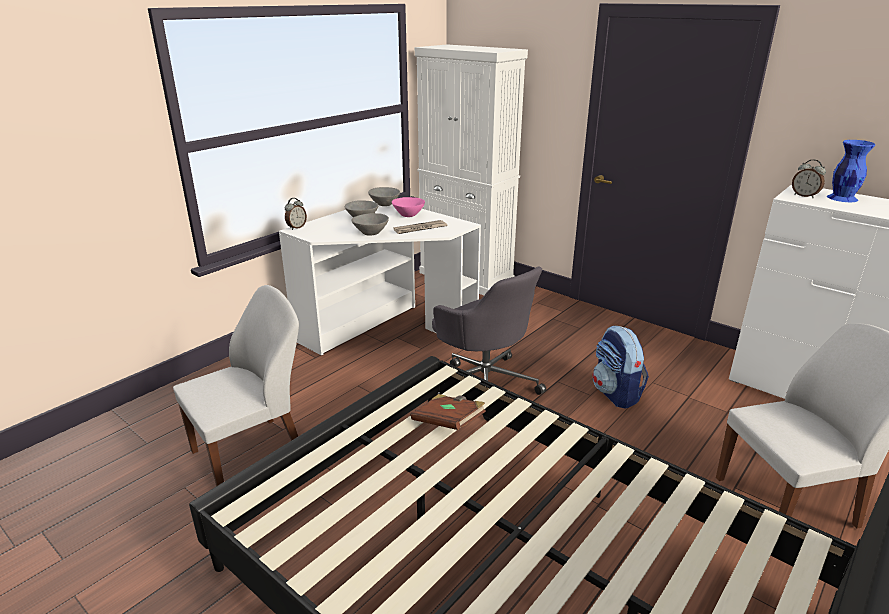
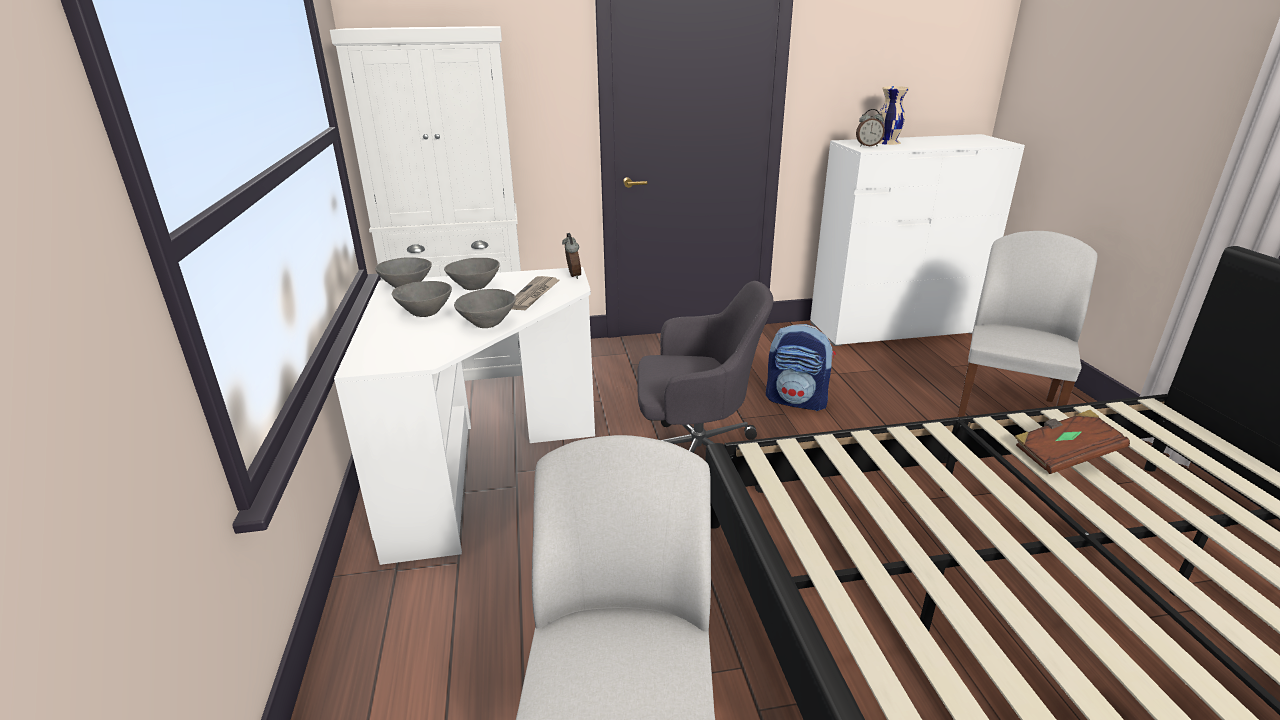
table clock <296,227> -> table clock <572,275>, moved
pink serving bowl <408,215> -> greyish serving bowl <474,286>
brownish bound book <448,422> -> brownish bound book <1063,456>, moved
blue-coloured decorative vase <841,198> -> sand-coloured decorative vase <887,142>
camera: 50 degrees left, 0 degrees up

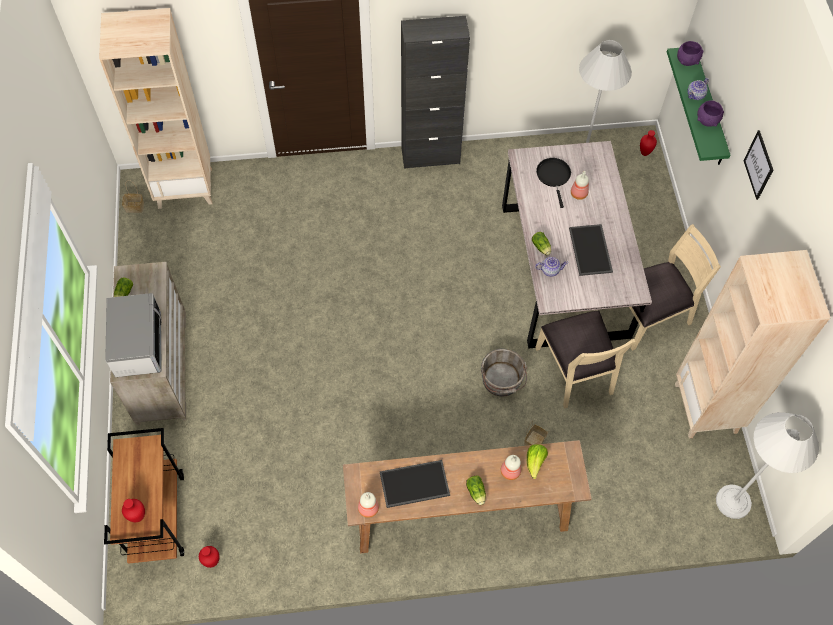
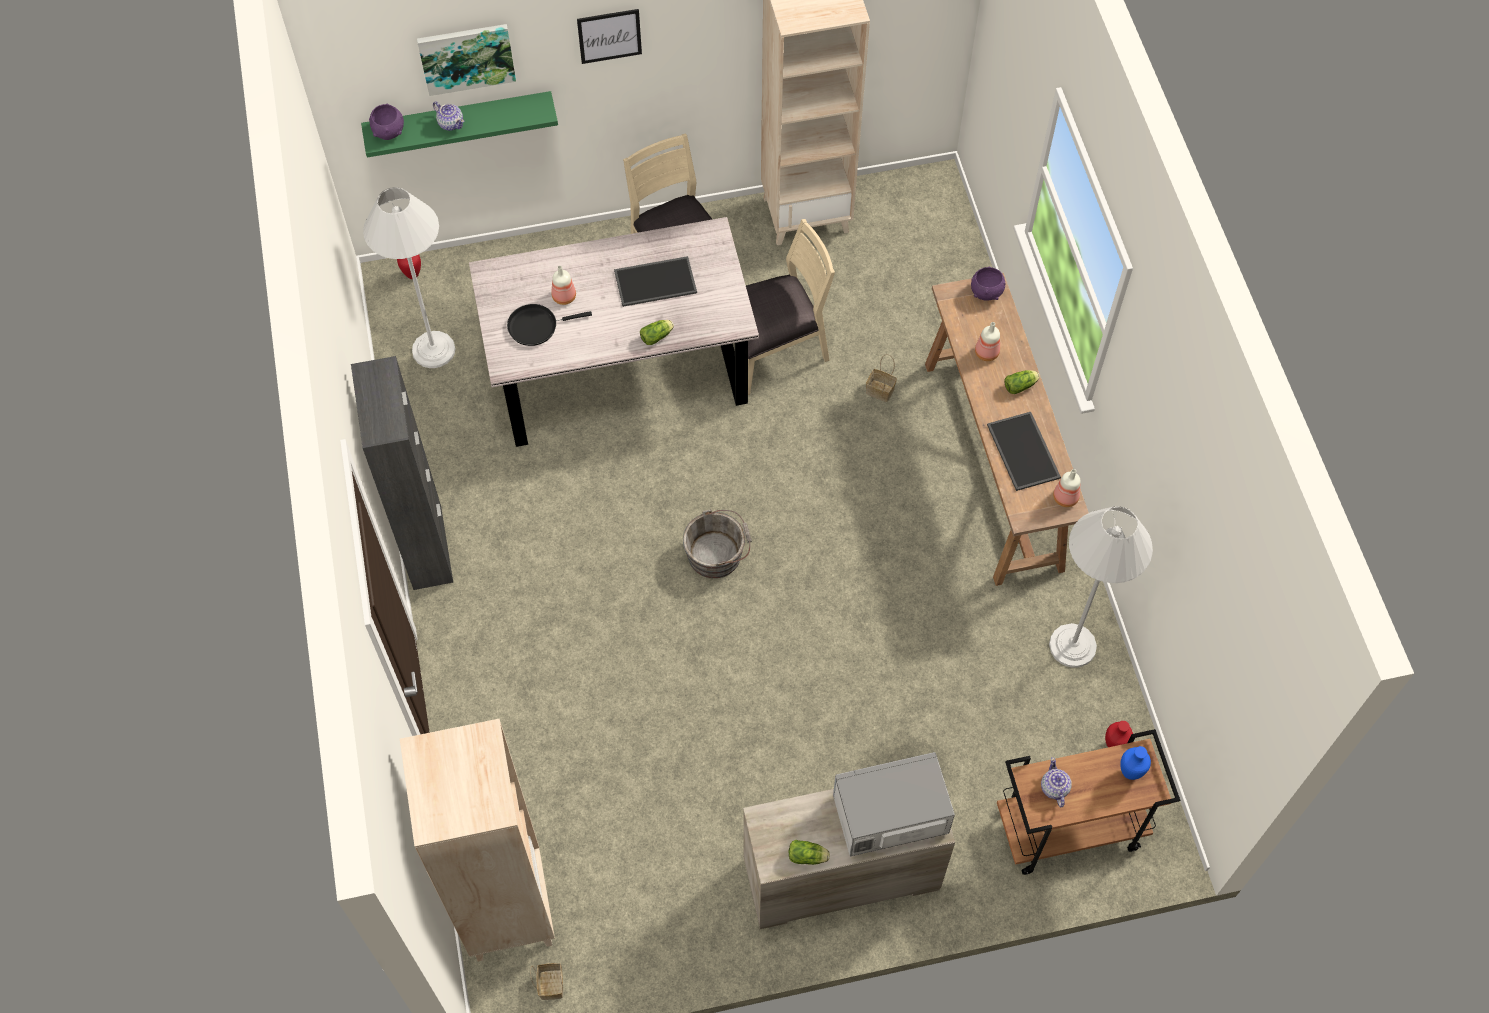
reddish decorative vase <139,517> -> blue-coloured decorative vase <1129,772>
greyish water bucket <502,381> -> greyish water bucket <718,554>, moved
lettuce head <535,462> -> none
pot for tea <549,270> -> pot for tea <1054,788>, moved
purple serving bowl <707,120> -> purple serving bowl <986,293>, moved
white-coloured floor lamp <733,501> -> white-coloured floor lamp <1072,645>, moved
none -> wall picture <466,57>
camera: 95 degrees left, 0 degrees up

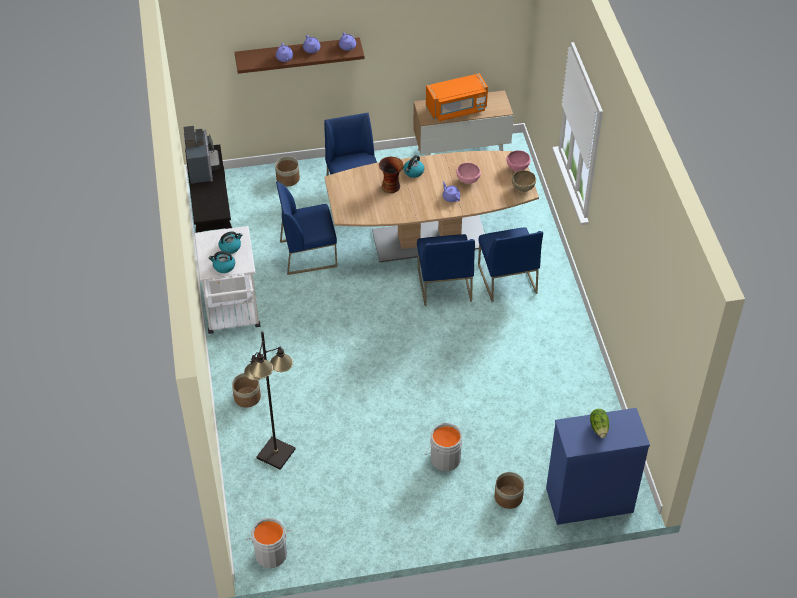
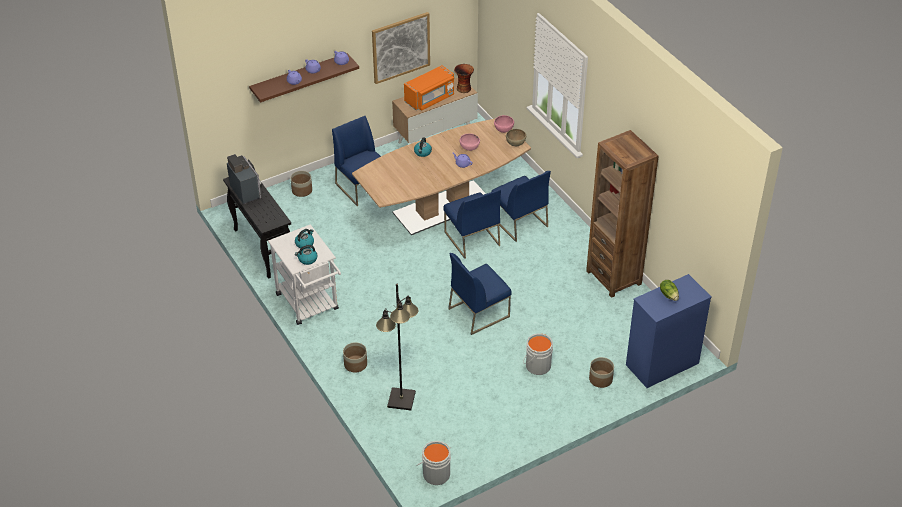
blue-coloured plain chair <308,253> -> blue-coloured plain chair <479,312>, moved
decorative vase <391,186> -> decorative vase <464,88>, moved
none -> wall picture <400,47>
none -> brownish bookcase <614,277>
camera: 20 degrees left, 5 degrees down

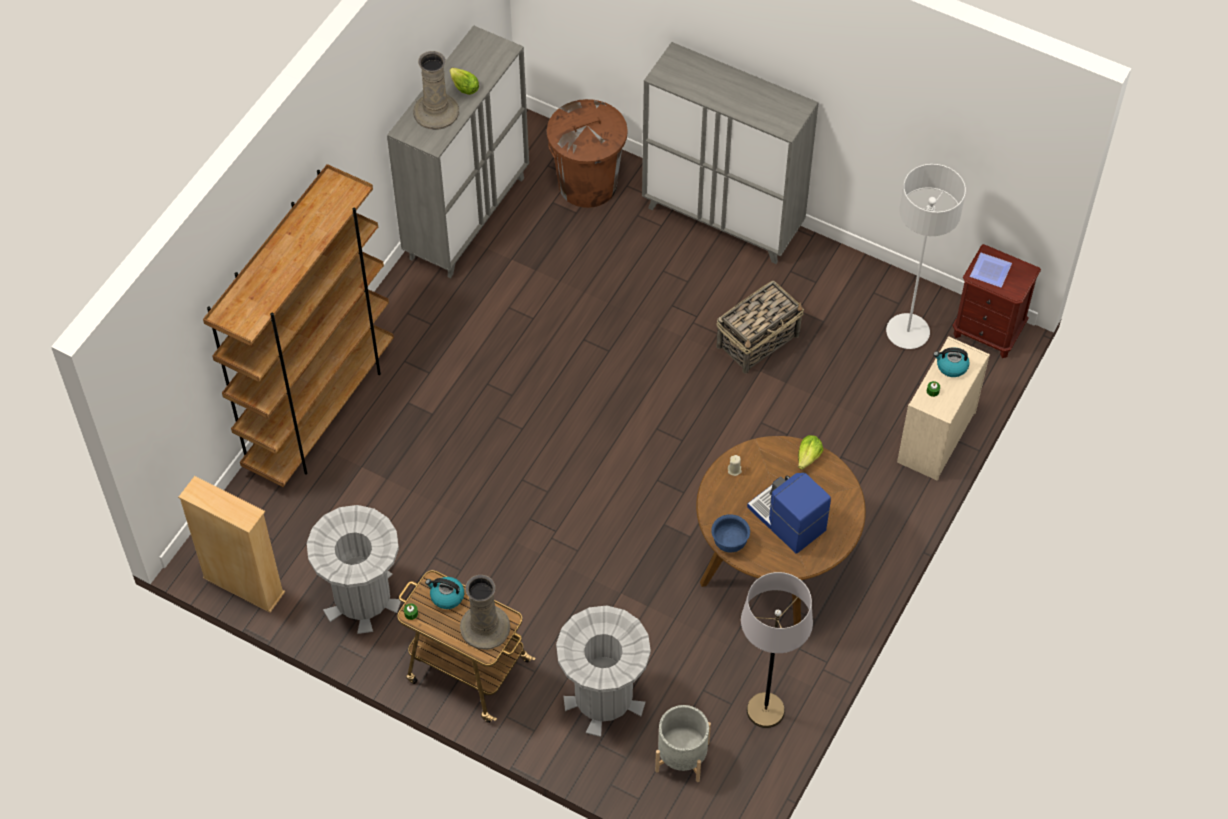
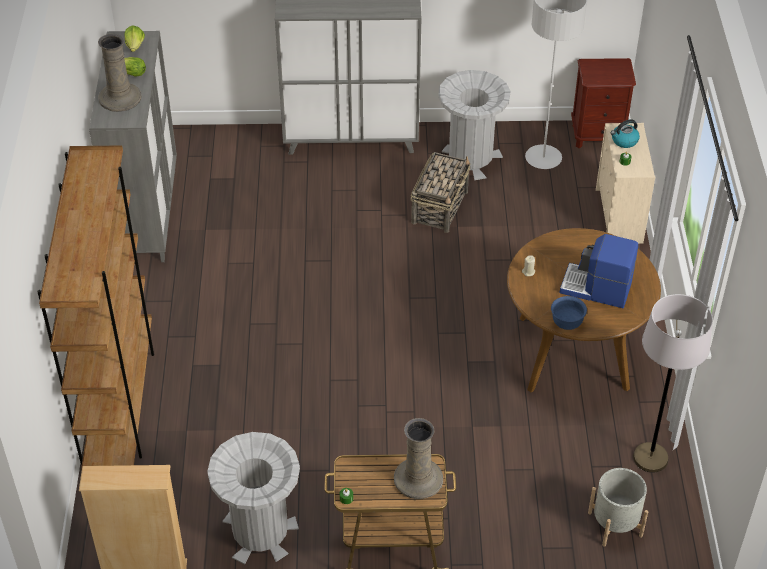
water kettle <446,596> -> none
brownish waste bin <588,184> -> none
greyish waste bin <603,698> -> greyish waste bin <470,158>, moved
lettuce head <808,457> -> lettuce head <135,46>, moved
plate <992,271> -> none
camera: 30 degrees left, 10 degrees down

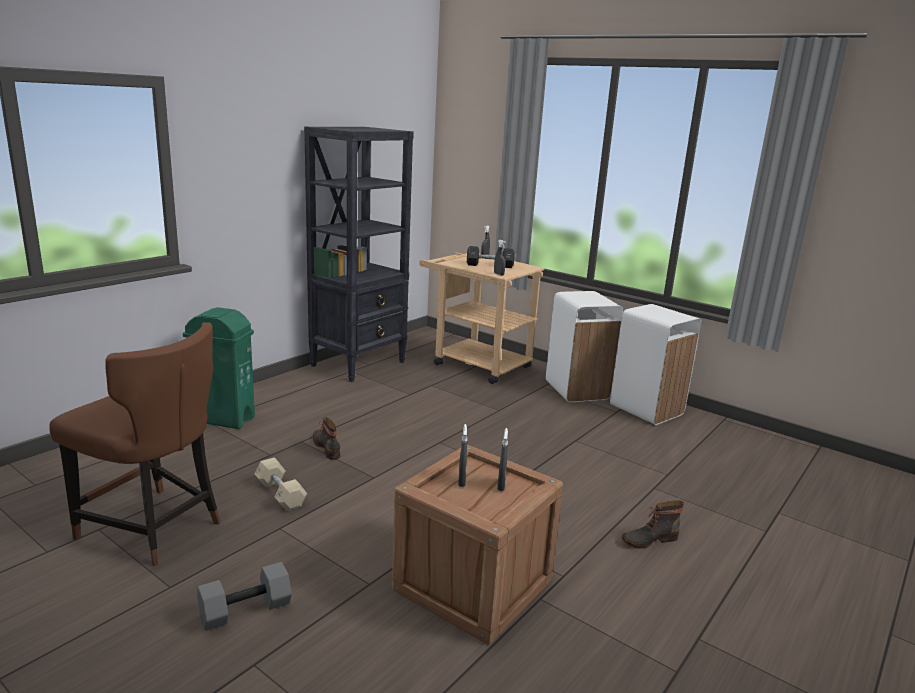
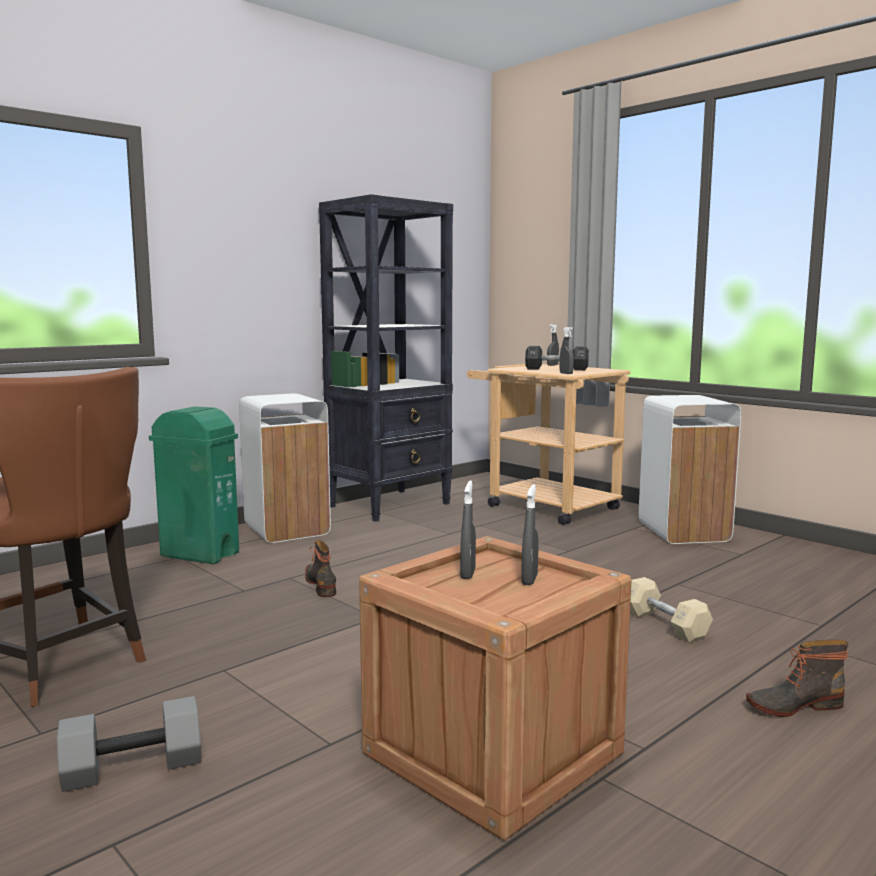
sand-coloured dumbbell <280,494> -> sand-coloured dumbbell <664,624>, moved
white-coloured waste bin <646,409> -> white-coloured waste bin <287,529>, moved
camera: 10 degrees right, 10 degrees down

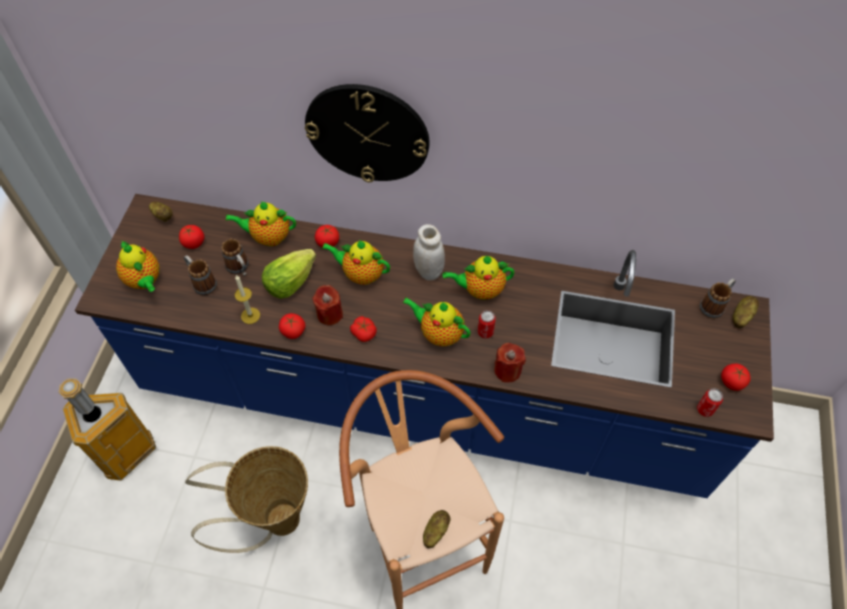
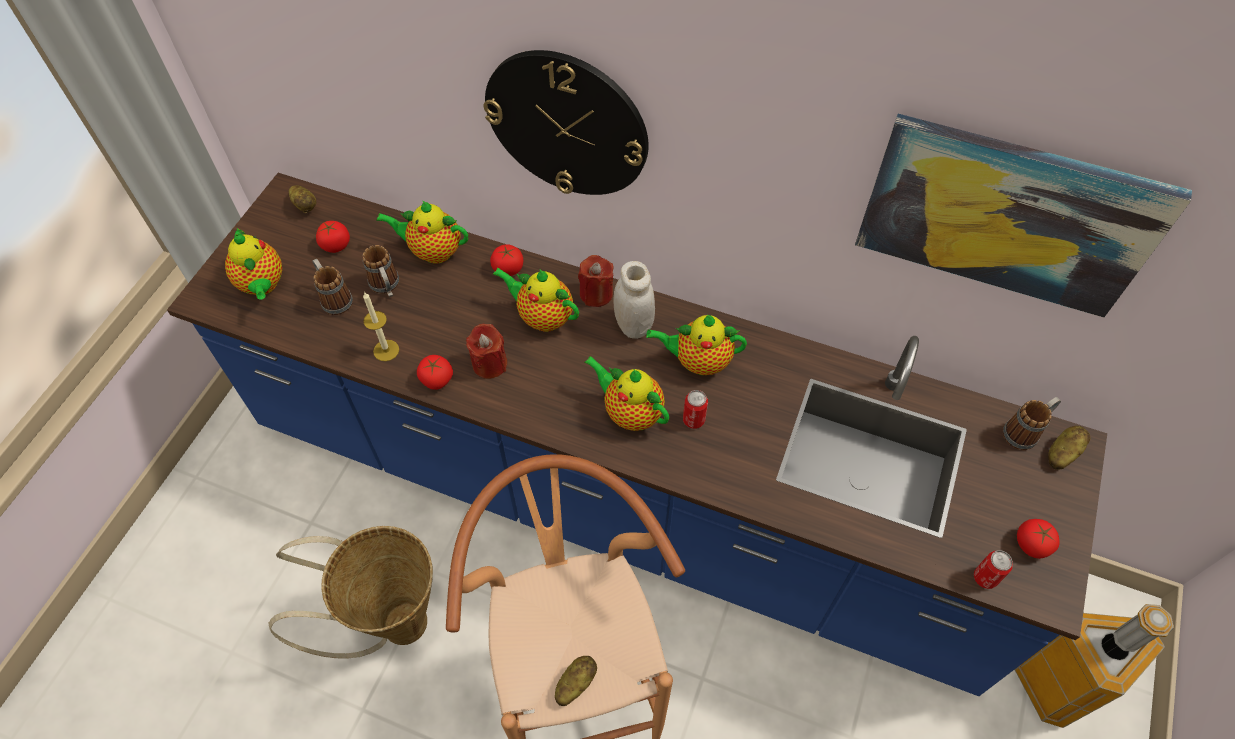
waste bin <127,453> -> waste bin <1057,685>, moved
lettuce head <290,283> -> none
fresh tomato <364,332> -> none
reddish candle <507,370> -> reddish candle <596,294>, moved
none -> wall picture <1007,215>
camera: 10 degrees right, 0 degrees up

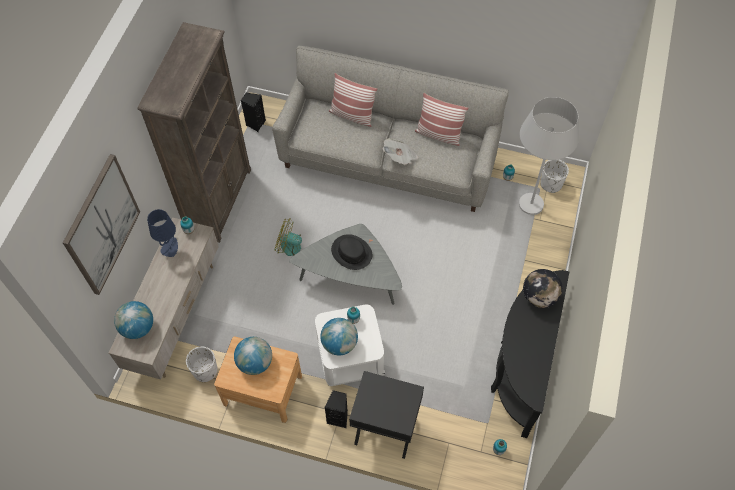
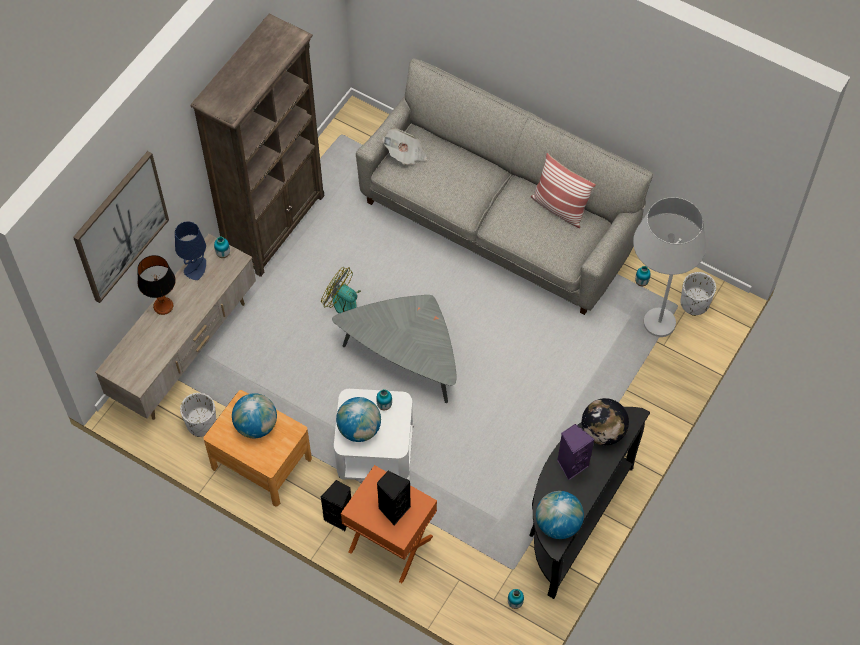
world globe <138,328> -> world globe <558,524>, moved
black-coloured loudspeaker <255,124> -> black-coloured loudspeaker <393,509>, moved
cushion <352,115> -> none
black-coloured clothing hat <351,252> -> none
black-coloured nightstand <385,429> -> orangey nightstand <390,544>
daily paper <400,157> -> daily paper <405,154>, moved
none -> lamp for a table <163,306>
none -> purple loudspeaker <571,464>
camera: 15 degrees right, 0 degrees up

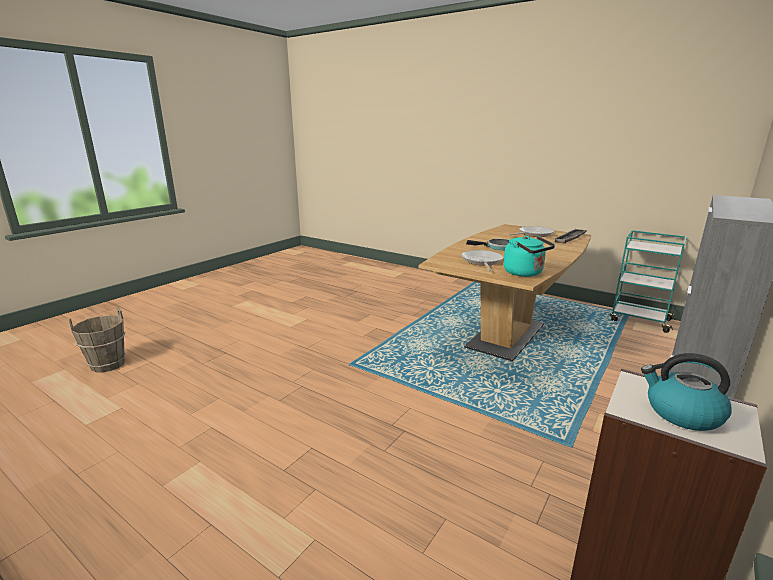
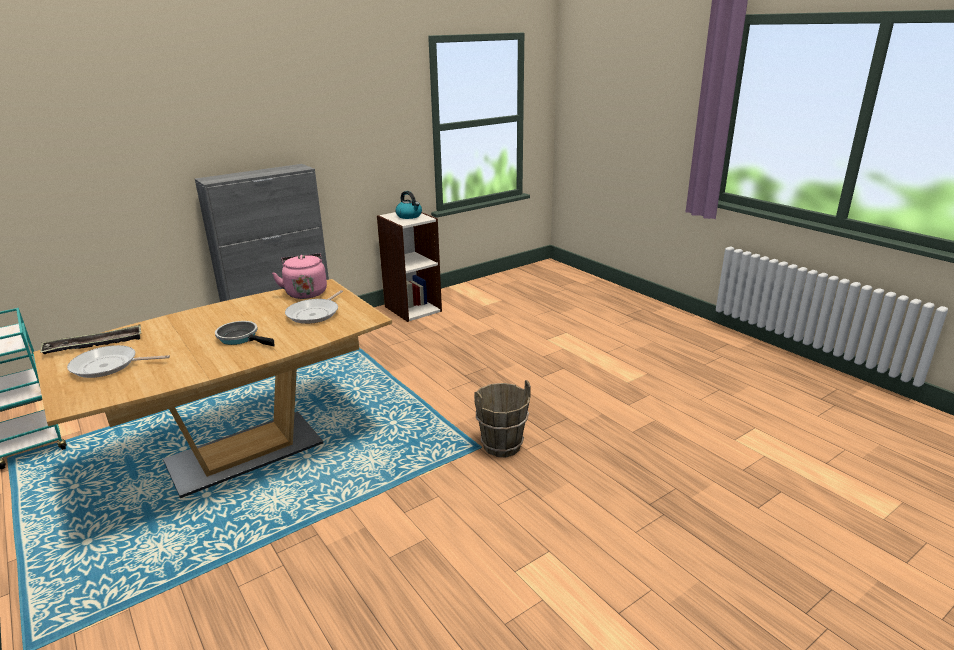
brownish water bucket <108,365> -> brownish water bucket <501,445>, moved
blue-green water kettle <525,273> -> pink water kettle <305,292>
camera: 160 degrees left, 5 degrees up

